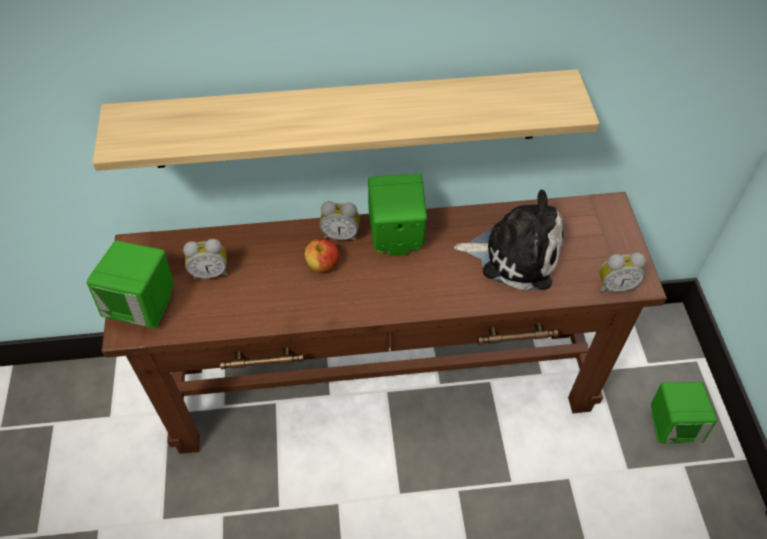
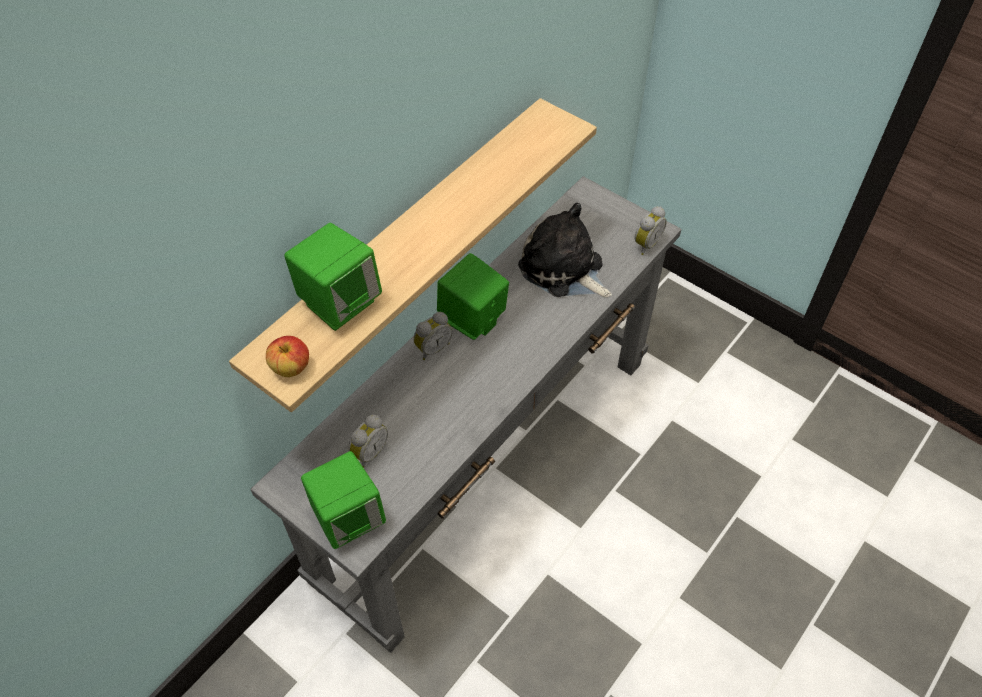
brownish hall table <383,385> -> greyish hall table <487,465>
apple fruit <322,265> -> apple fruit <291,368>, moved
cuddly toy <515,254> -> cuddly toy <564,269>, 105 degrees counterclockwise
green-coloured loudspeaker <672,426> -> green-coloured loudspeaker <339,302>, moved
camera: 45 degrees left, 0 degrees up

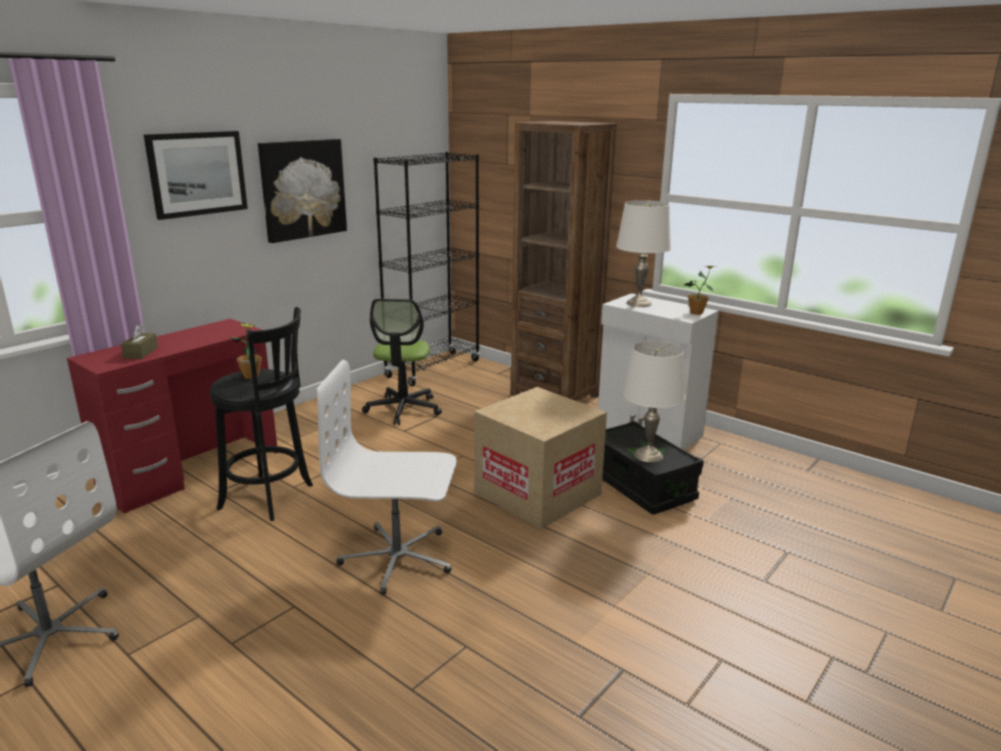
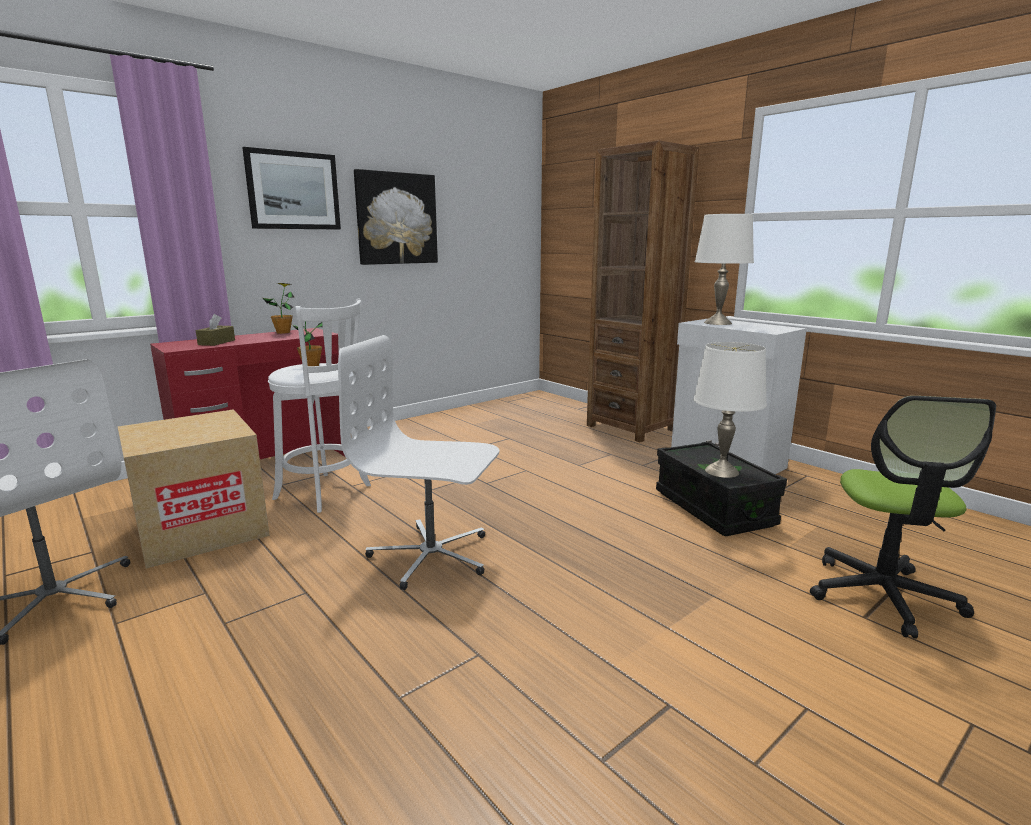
black-coloured sitting stool <270,498> -> white-coloured sitting stool <326,493>
desk chair <403,409> -> desk chair <882,596>, moved
black-coloured bookcase <433,369> -> none
cardboard box <537,493> -> cardboard box <201,529>, moved
plant in a pot <696,313> -> plant in a pot <283,332>, moved
camera: 10 degrees right, 5 degrees down

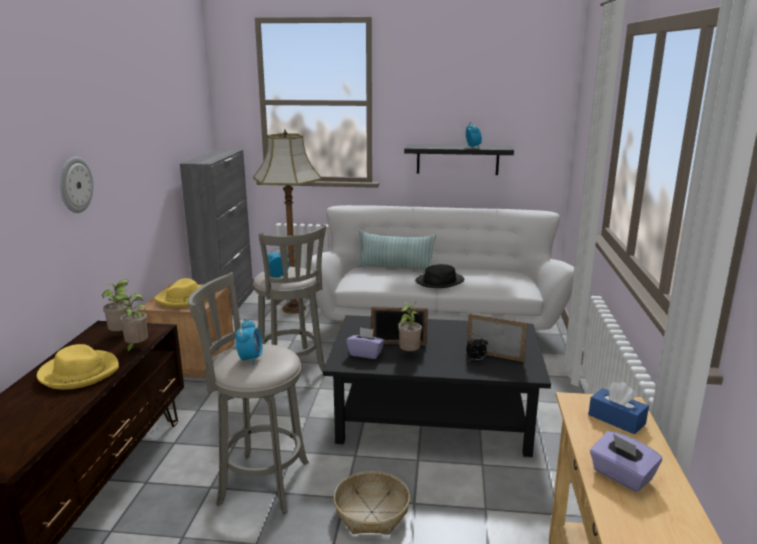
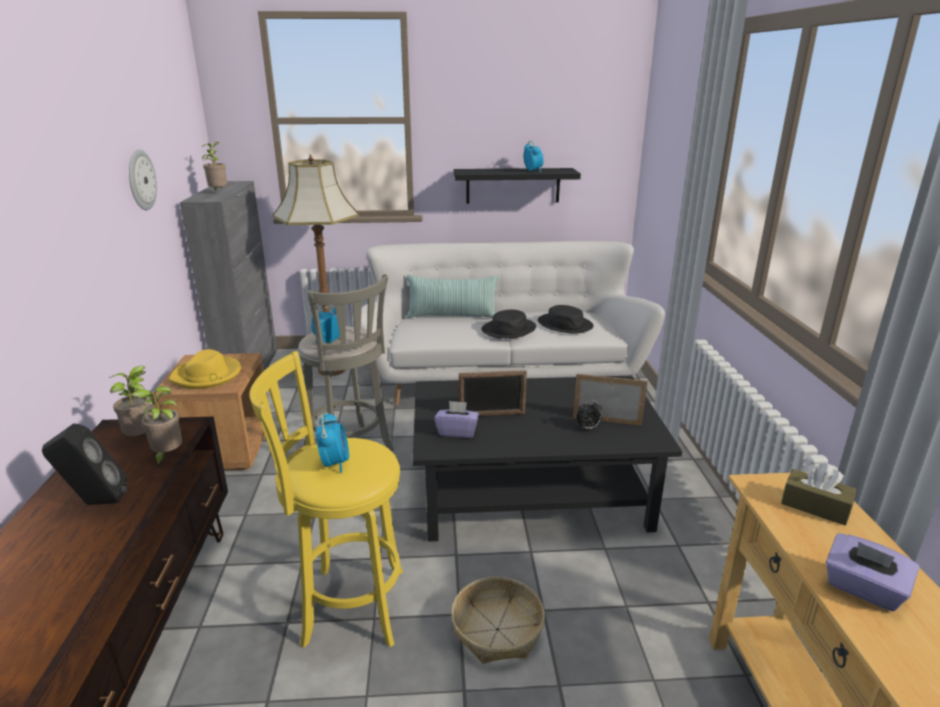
yellow clothing hat <79,372> -> black-coloured loudspeaker <95,503>
wall clock <75,185> -> wall clock <141,180>, moved
greyish sitting stool <259,482> -> yellow sitting stool <348,606>
plant in a pot <409,354> -> plant in a pot <218,193>, moved
blue-coloured tissue box <616,419> -> brownish tissue box <815,506>
none -> black-coloured clothing hat <565,324>
camera: 10 degrees left, 5 degrees up

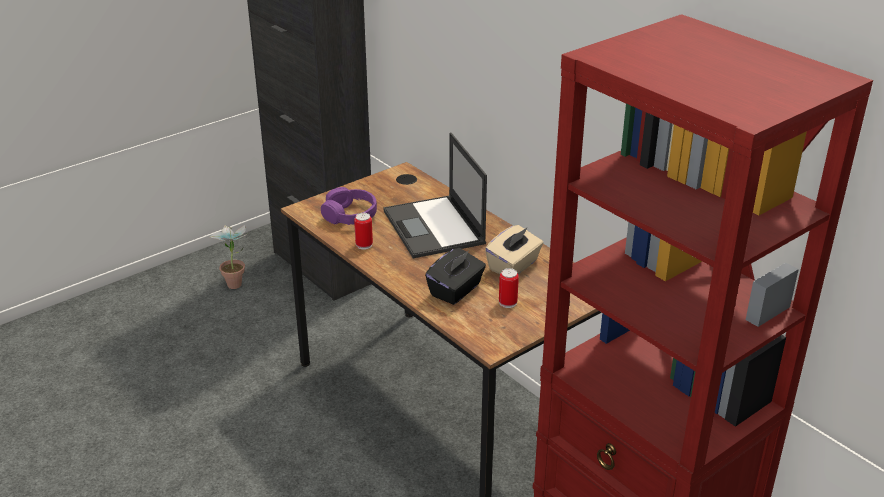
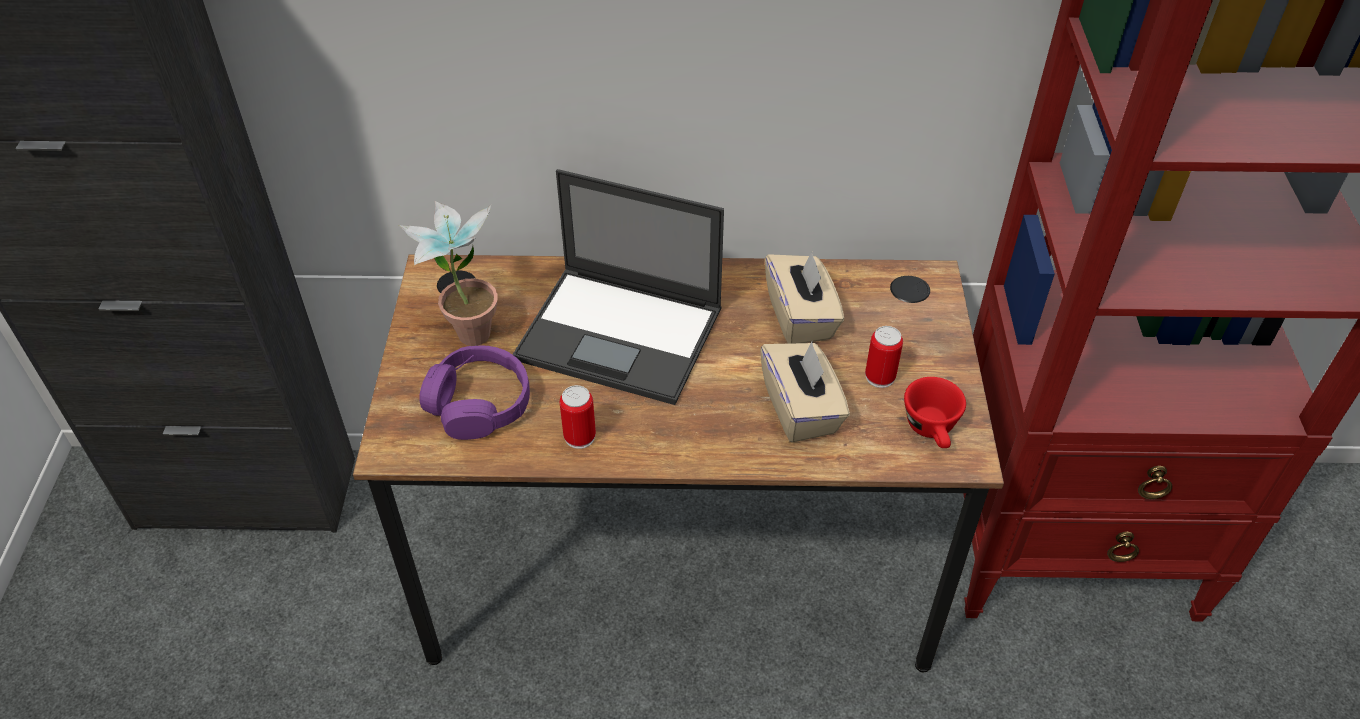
plant in a pot <236,282> -> plant in a pot <467,327>, moved
black-coloured tissue box <456,290> -> sand-coloured tissue box <801,409>
none -> reddish drinking cup <932,430>
camera: 50 degrees left, 15 degrees up

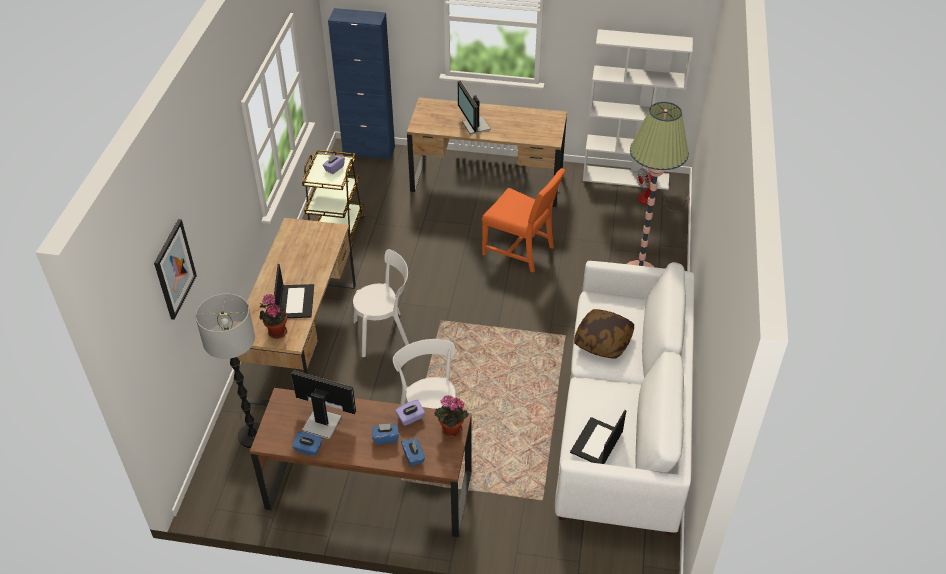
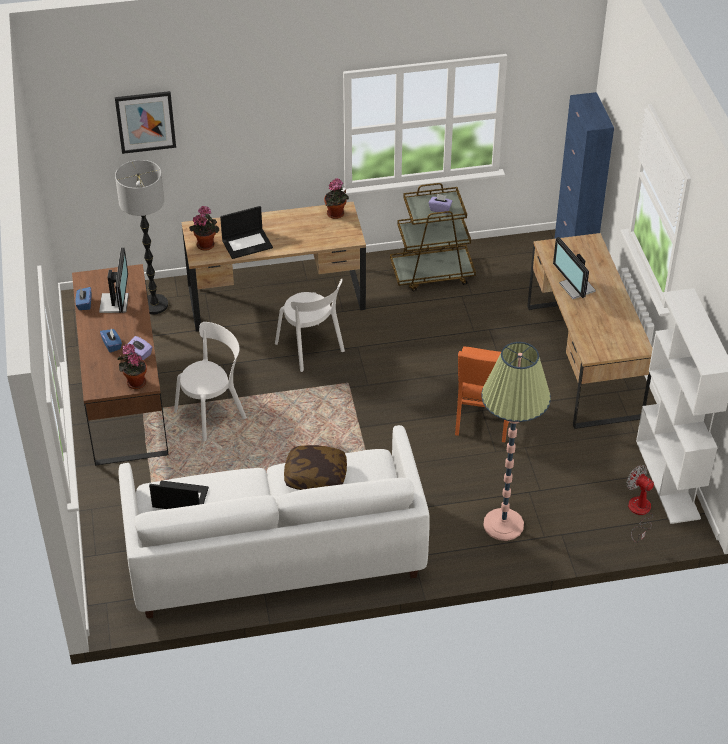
blue-coloured tissue box <413,457> -> none
computer display <475,126> -> computer display <576,288>, 75 degrees counterclockwise
none -> plant in a pot <336,214>
camera: 70 degrees right, 0 degrees up

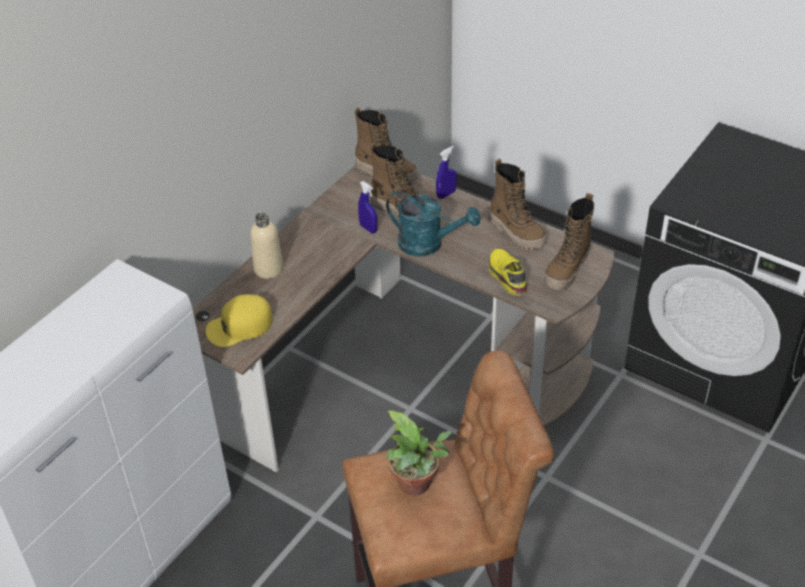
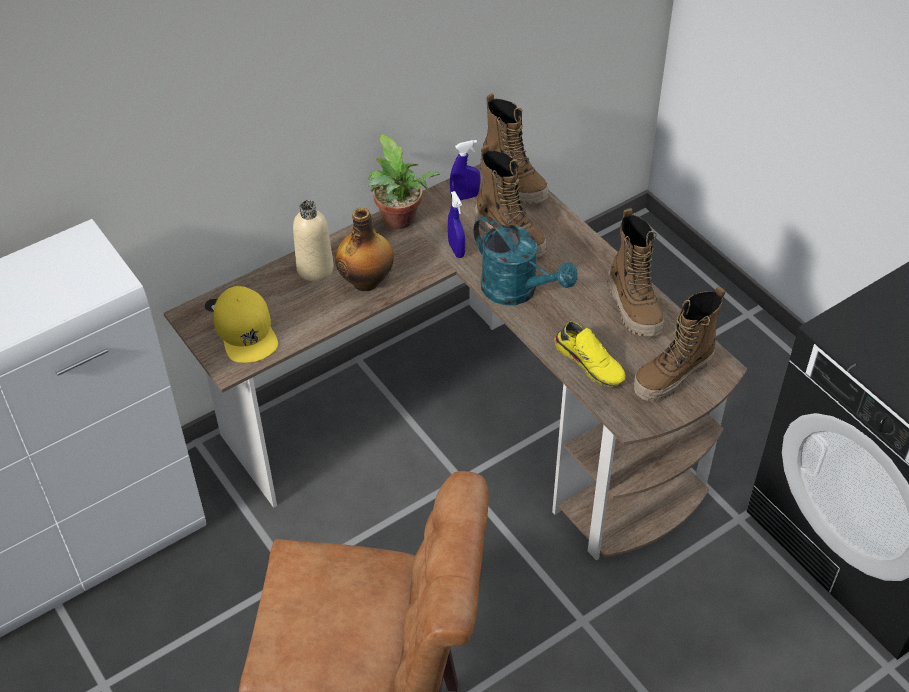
yellow cap <239,326> -> yellow cap <246,331>, 105 degrees counterclockwise
plant in a pot <417,486> -> plant in a pot <400,222>, moved
blue-coloured spray bottle <446,194> -> blue-coloured spray bottle <465,197>, moved
yellow shoe <506,277> -> yellow shoe <591,362>, 135 degrees clockwise
none -> drink bottle <367,281>
camera: 20 degrees right, 5 degrees up

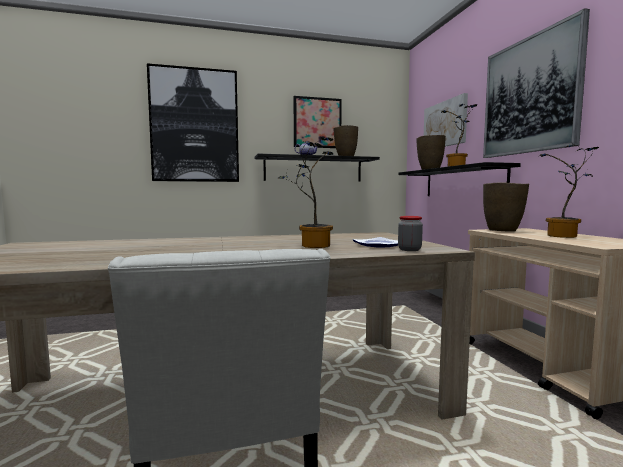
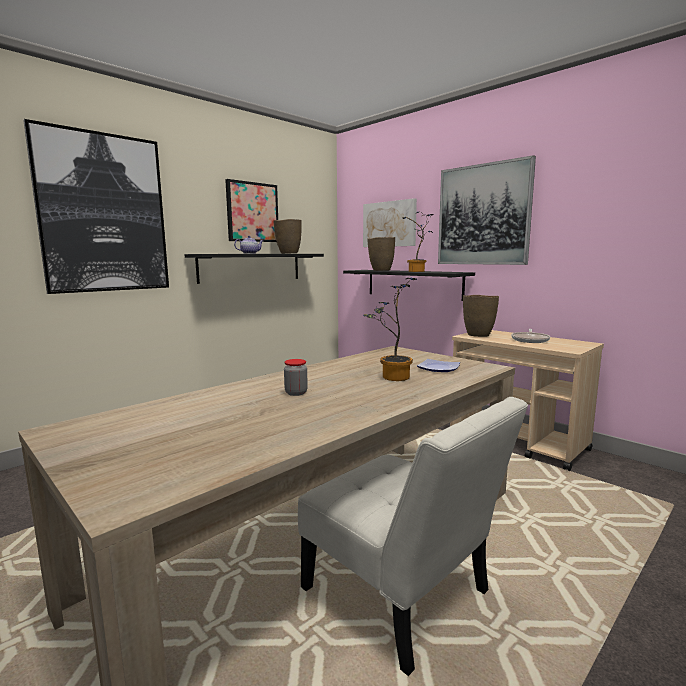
storage jar <409,250> -> storage jar <296,393>, moved
plant in a pot <563,236> -> frying pan <530,340>
camera: 30 degrees left, 5 degrees up

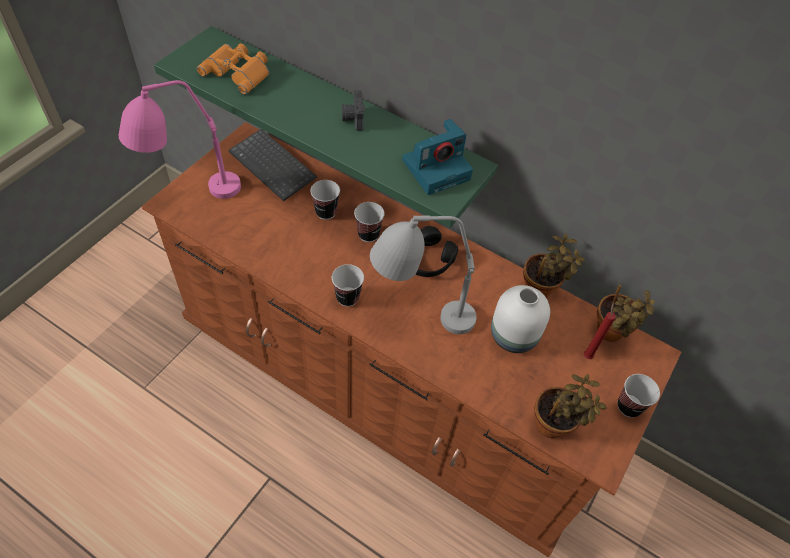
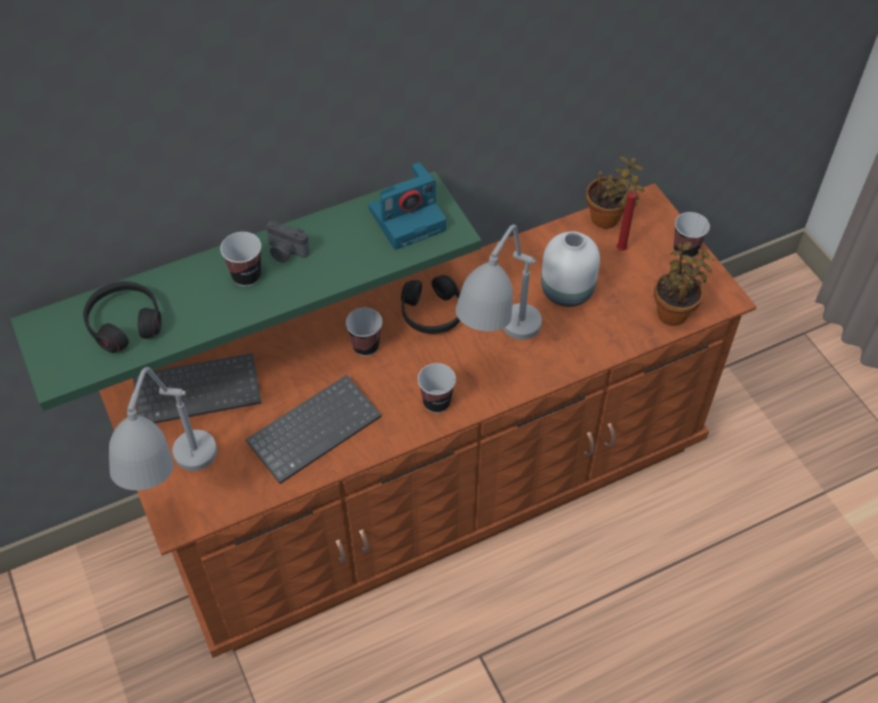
pink lamp for a table <189,193> -> greyish lamp for a table <178,493>
orangey binoculars <238,71> -> black-coloured headset <124,322>
drinking cup <326,212> -> drinking cup <246,276>, moved
still camera <437,168> -> still camera <408,218>, 60 degrees clockwise
plant in a pot <540,290> -> none
none -> PC keyboard <314,427>
camera: 55 degrees left, 0 degrees up

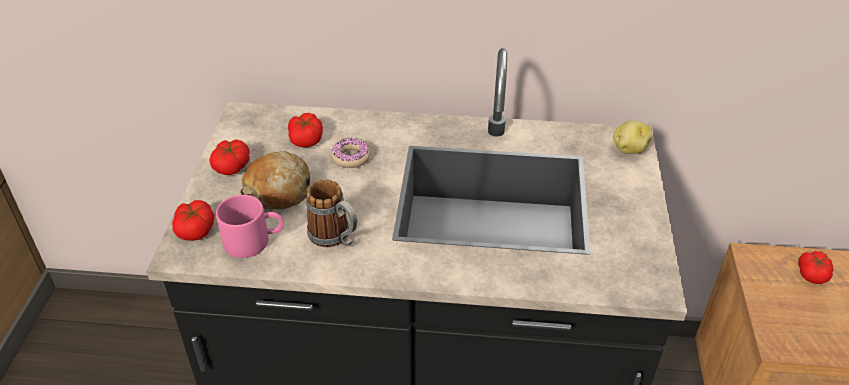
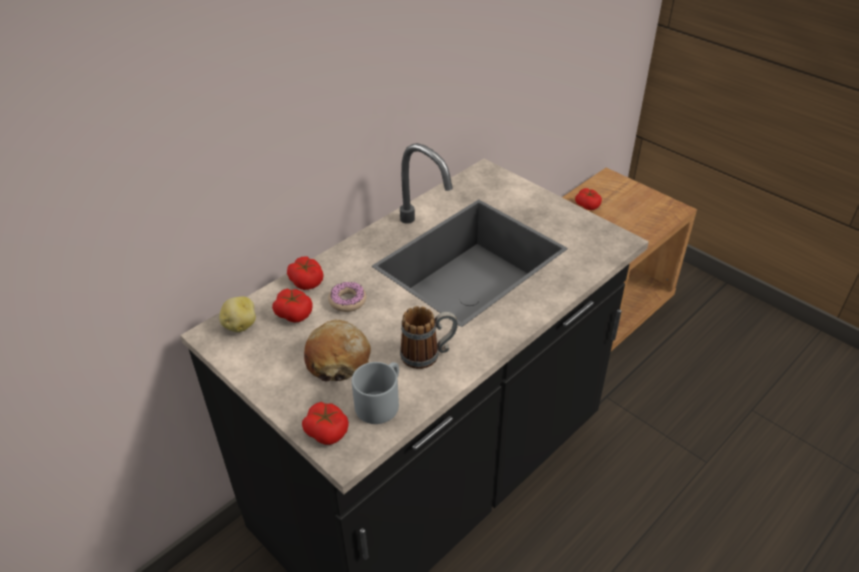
fresh tomato <232,166> -> fresh tomato <306,281>, moved
pink coffee mug <254,240> -> greyish coffee mug <380,401>
potato <629,149> -> potato <240,325>, moved
camera: 50 degrees left, 0 degrees up

